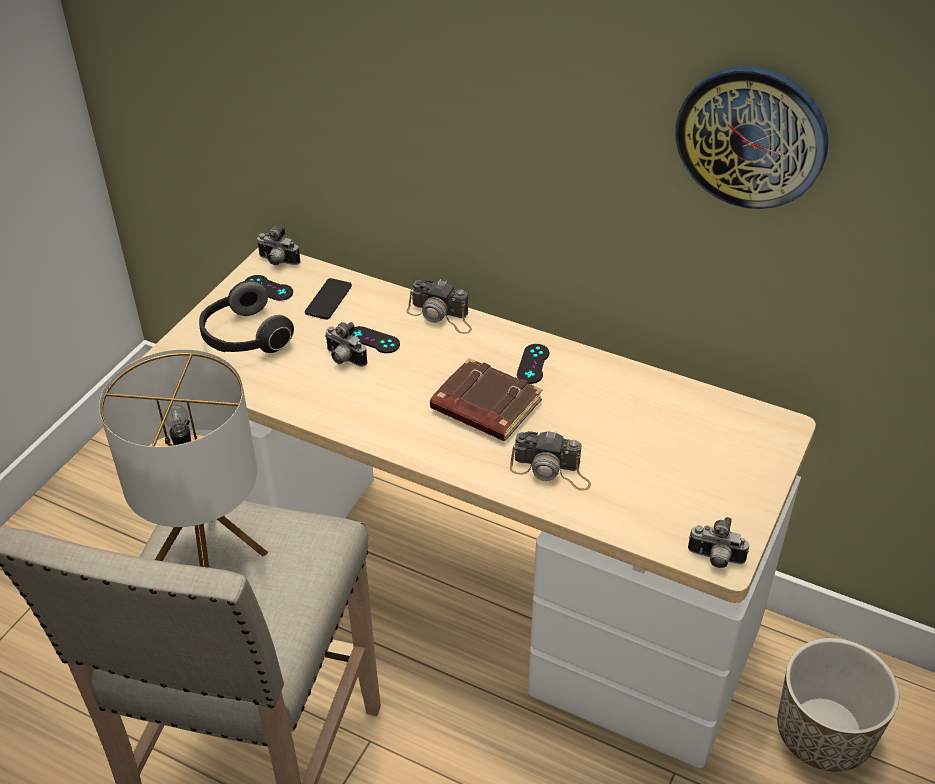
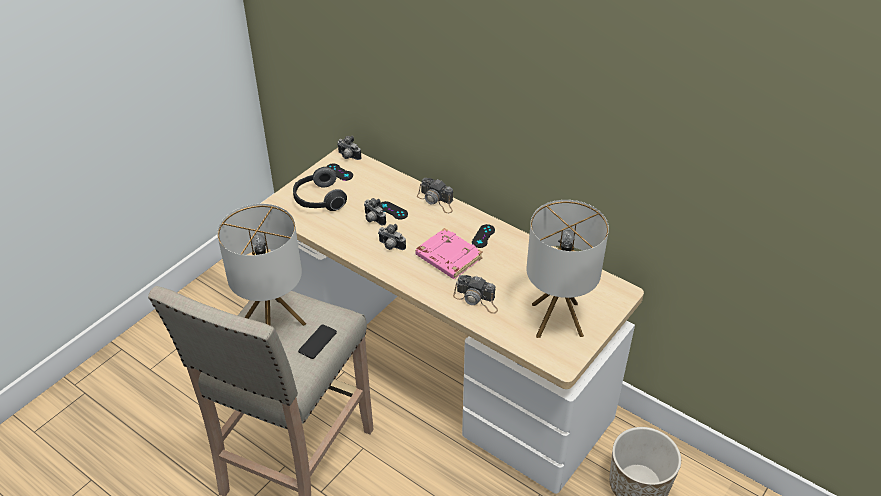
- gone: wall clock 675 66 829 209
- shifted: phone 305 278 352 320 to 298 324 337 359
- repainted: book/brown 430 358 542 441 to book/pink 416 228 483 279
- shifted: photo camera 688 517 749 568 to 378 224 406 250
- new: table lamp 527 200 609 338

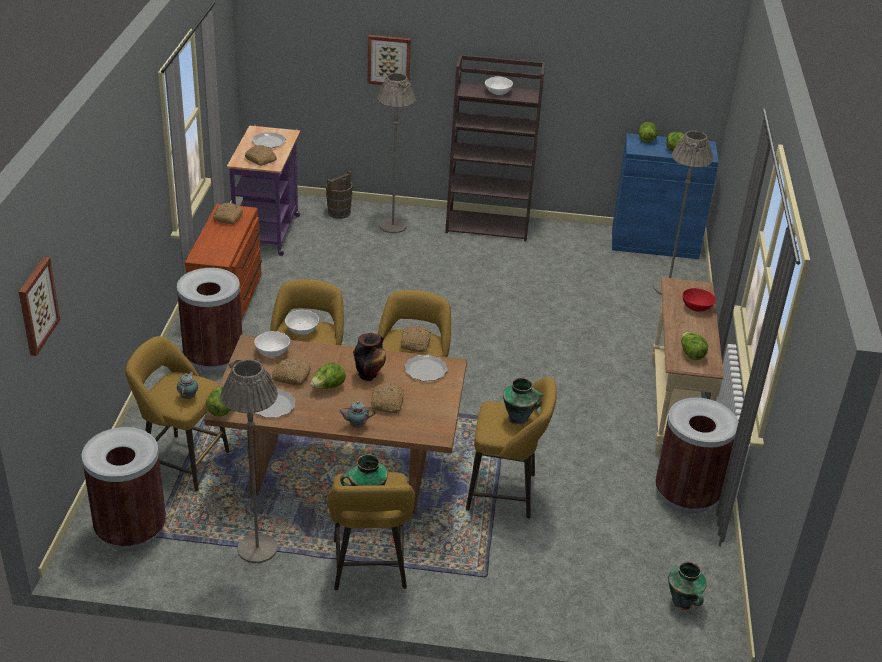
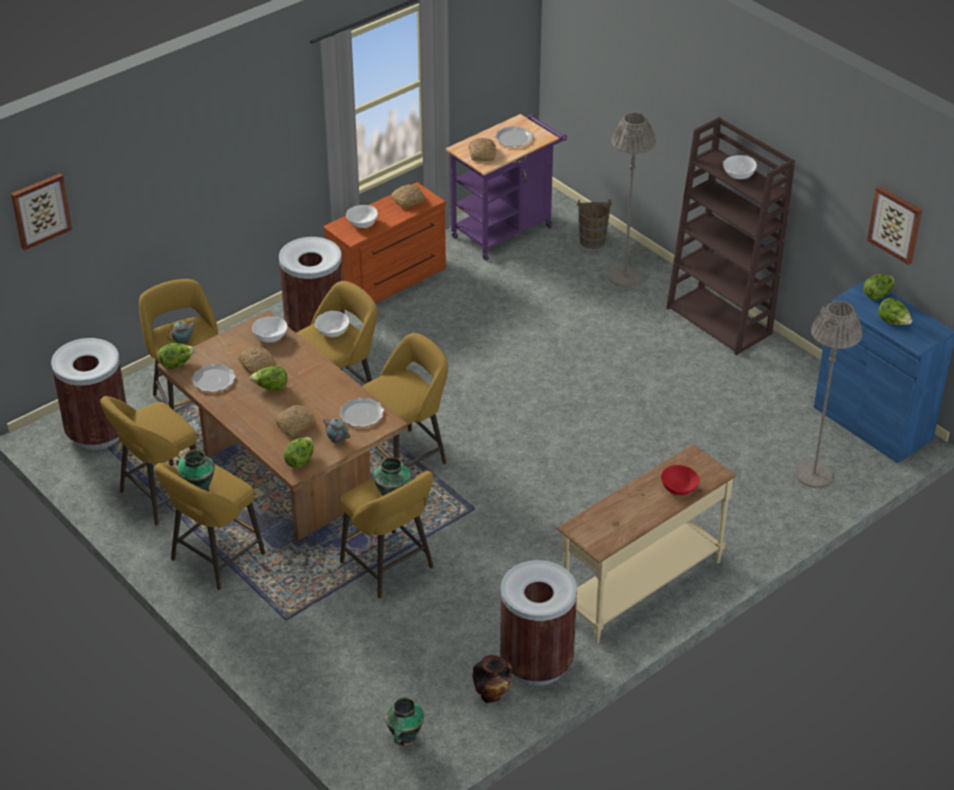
- shifted: picture 367 35 411 85 to 867 186 922 265
- gone: bread 401 325 431 352
- shifted: lettuce 681 332 708 360 to 283 437 313 468
- shifted: vase 353 333 386 381 to 472 655 512 703
- swapped: floor lamp/grey 221 359 278 563 to stool/yellow 100 396 197 526
- shifted: teapot 338 401 375 428 to 322 418 350 443
- new: bowl/white 346 205 378 228

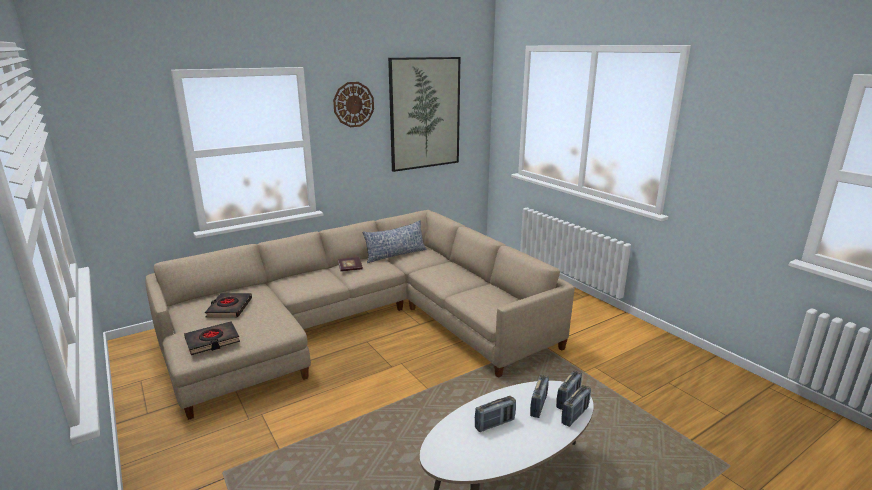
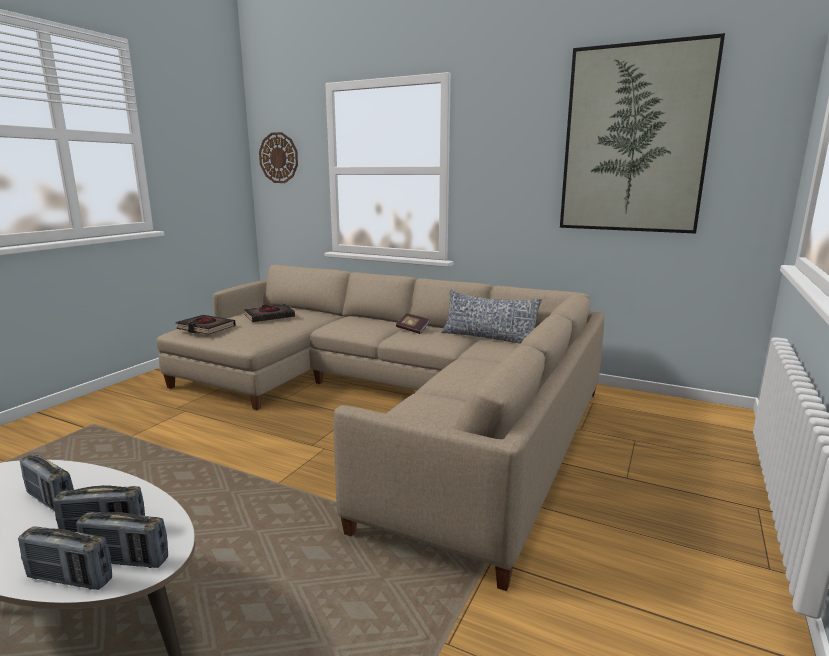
- shifted: wall clock 333 82 374 127 to 259 132 298 183

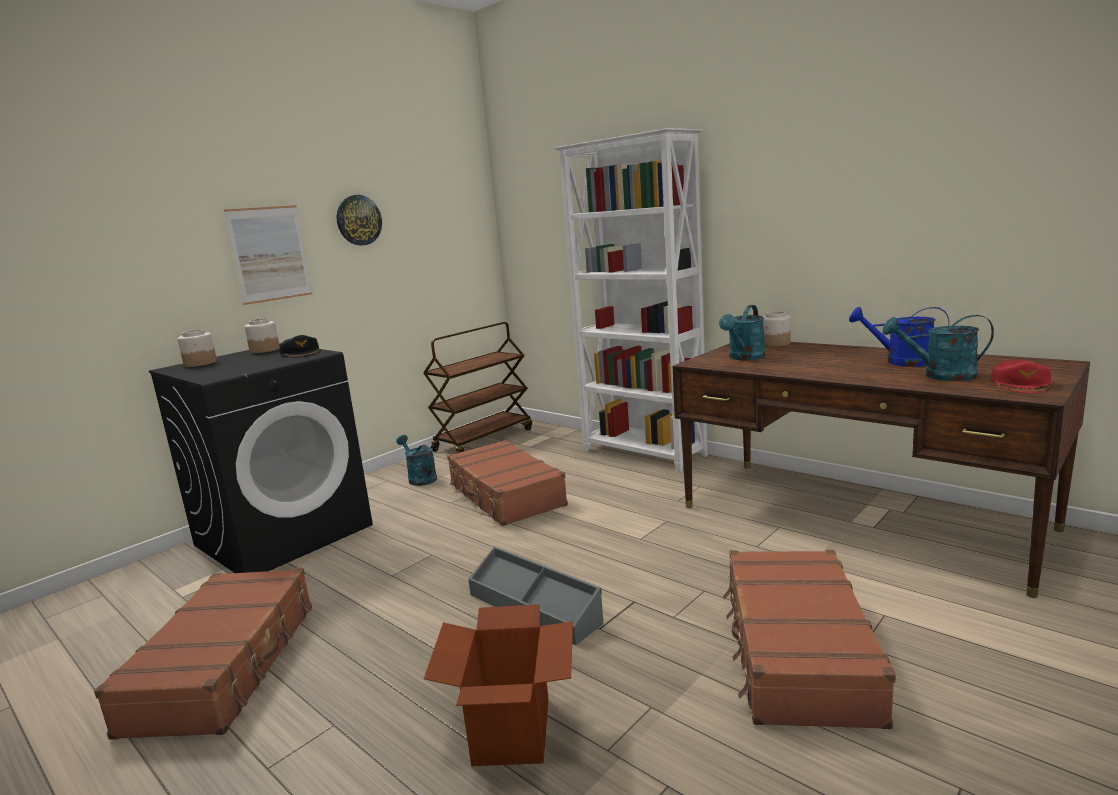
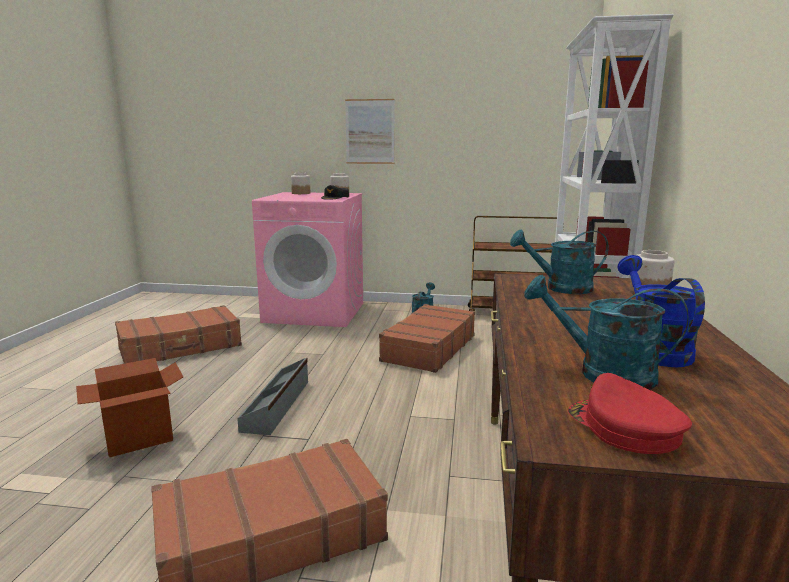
- gone: wall clock 337 195 382 246
- rotated: watering can/turquoise 883 315 994 381 = 524 275 688 390 45 degrees counterclockwise
- repainted: washing machine/black 149 344 373 573 to washing machine/pink 252 192 363 327
- rotated: cap/red 991 360 1052 393 = 568 373 692 454 75 degrees clockwise

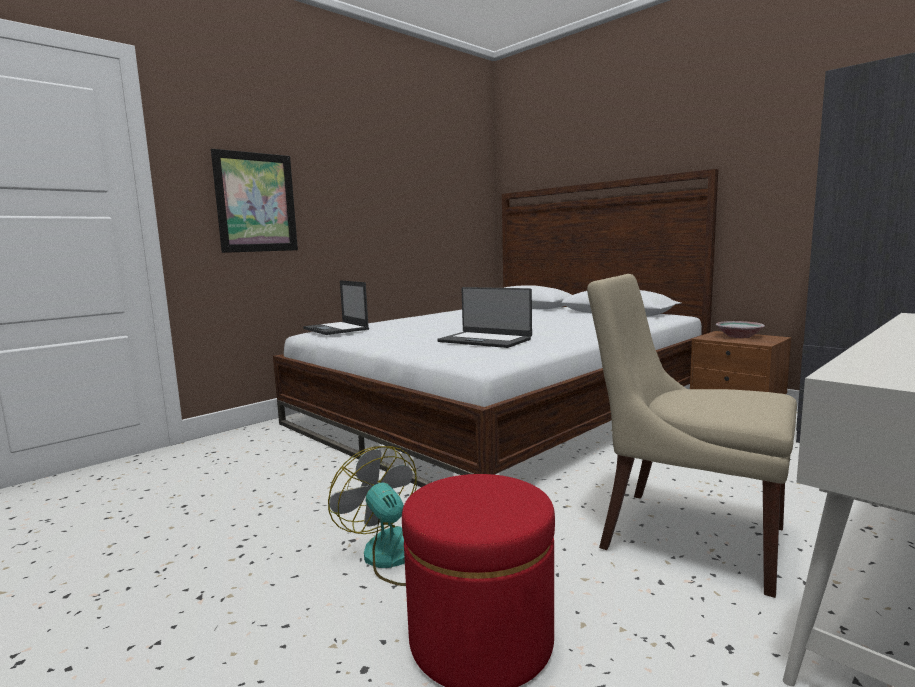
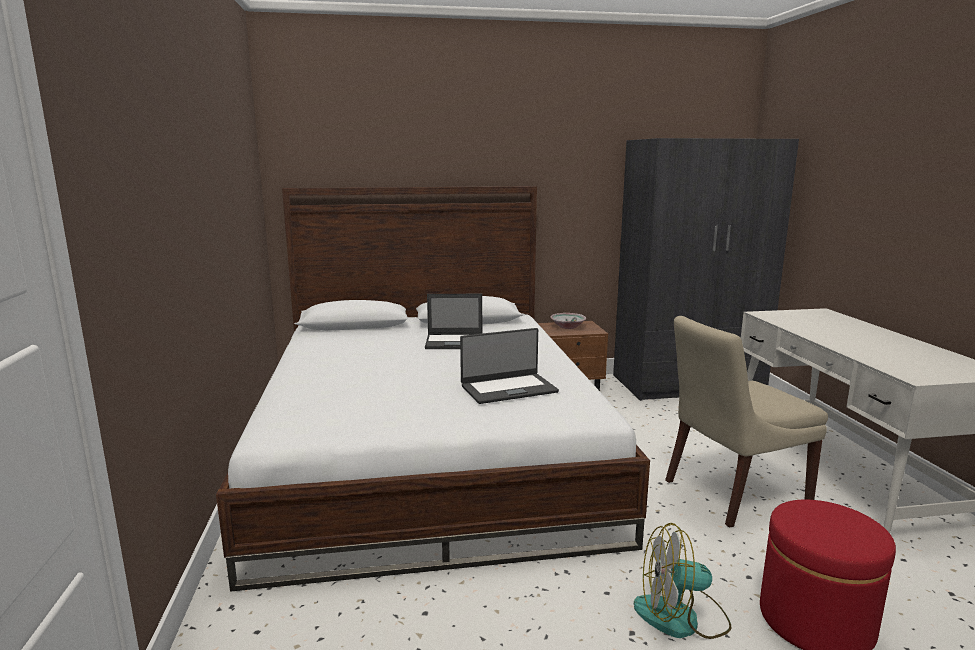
- gone: picture 211 149 298 253
- shifted: laptop 303 280 369 335 to 425 294 482 349

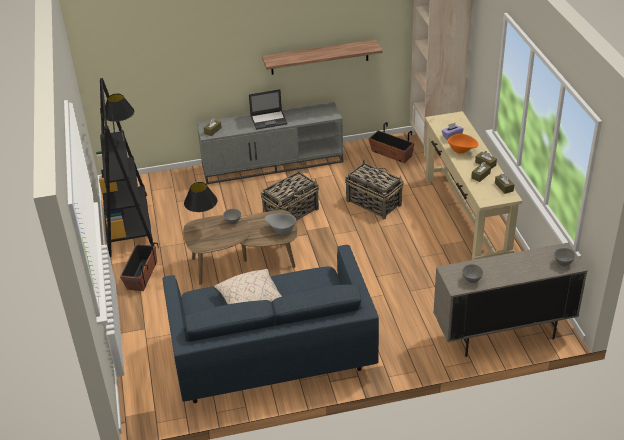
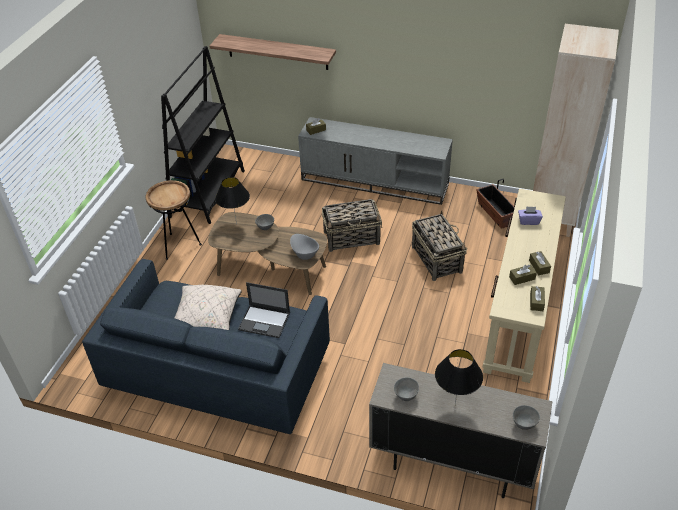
- shifted: shelf 262 40 383 75 to 210 34 336 70
- shifted: laptop 249 89 288 130 to 238 282 290 338
- shifted: table lamp/black 102 94 134 140 to 435 349 483 405
- gone: bowl/orange 448 134 479 154
- swapped: planter 120 242 159 291 to side table/brown 146 180 202 260

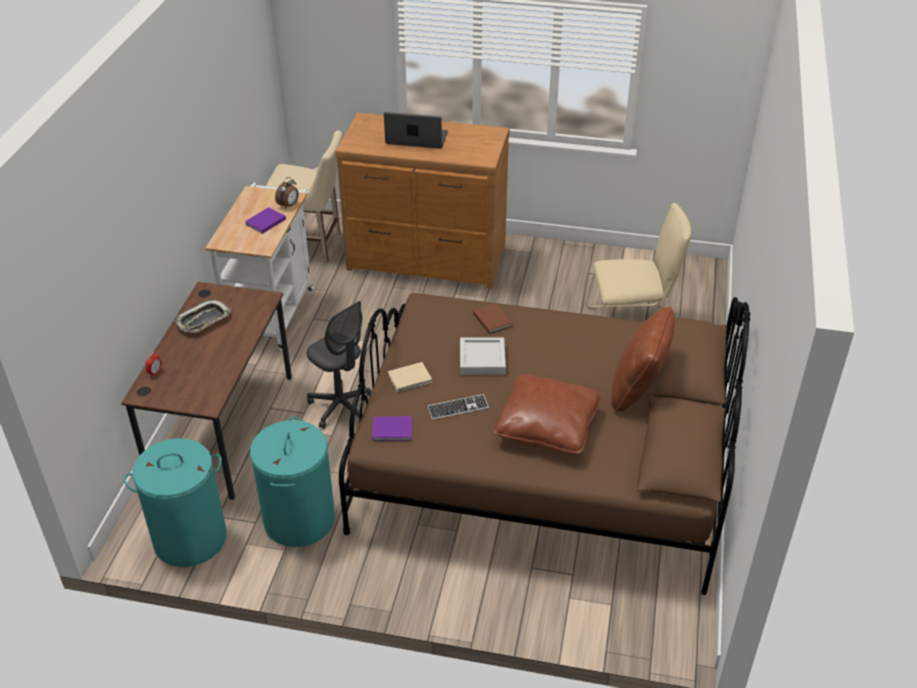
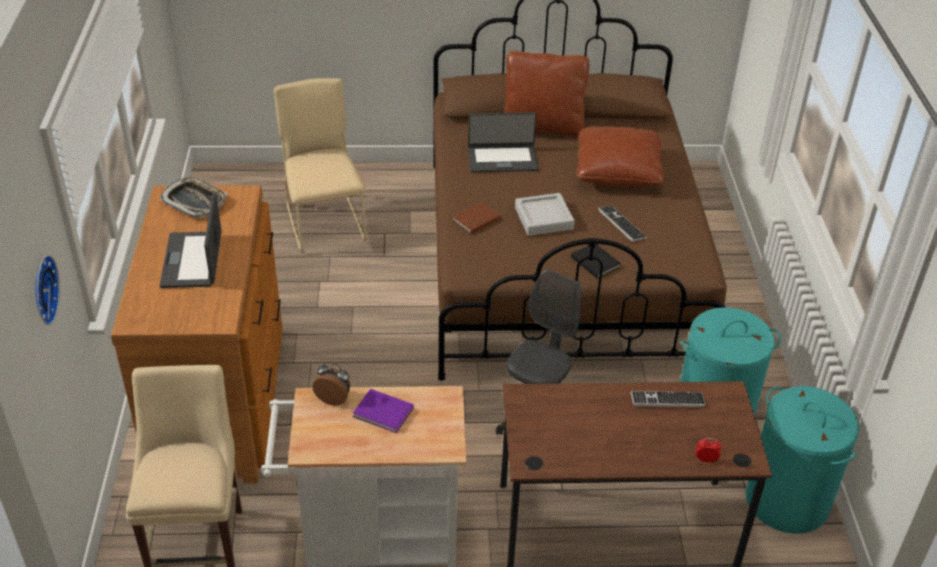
- shifted: tray 174 300 231 333 to 159 177 227 218
- repainted: book/beige 388 362 432 392 to book/black 571 244 621 279
- gone: book/purple 372 416 412 441
- new: laptop 468 112 539 172
- new: wall clock 35 255 60 325
- new: keyboard 631 391 706 407

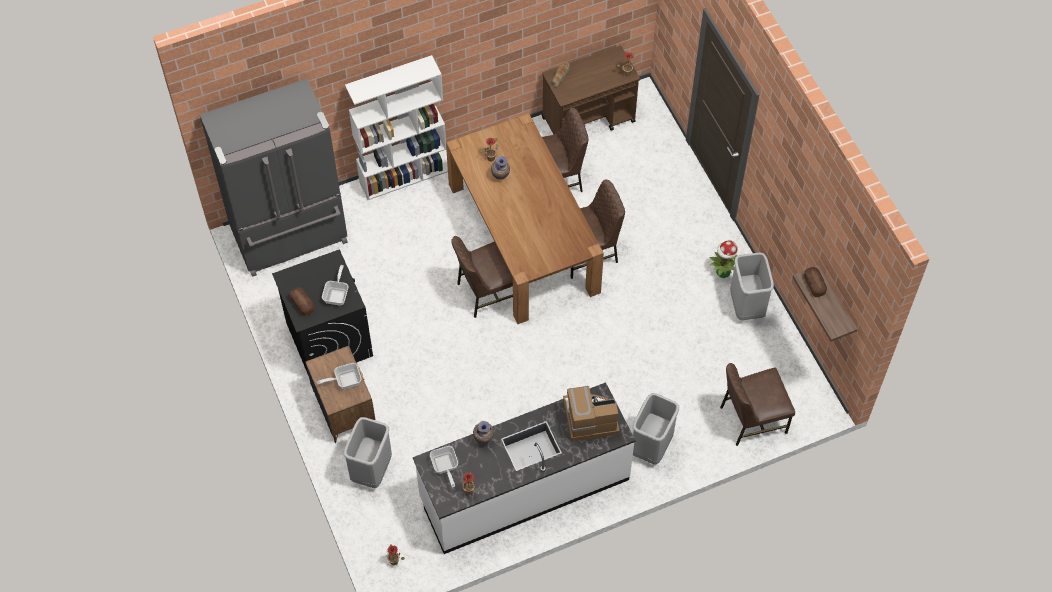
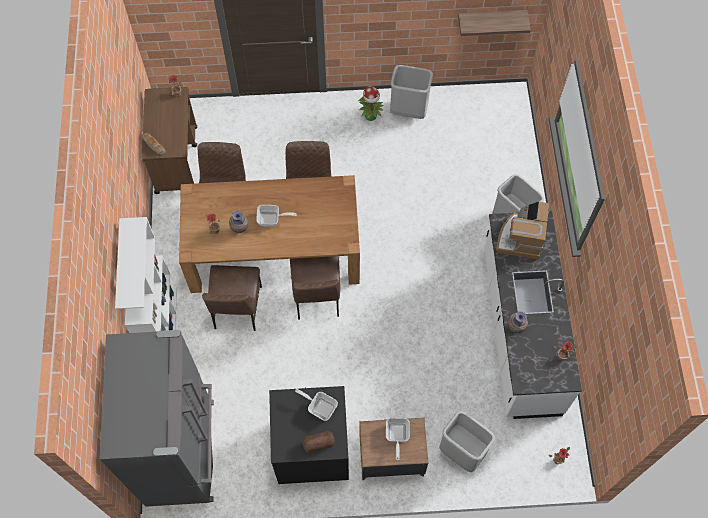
- gone: bread 804 267 827 297
- shifted: chair/brown 720 363 795 446 to 202 265 262 331
- shifted: frying pan 430 446 458 487 to 256 205 297 226

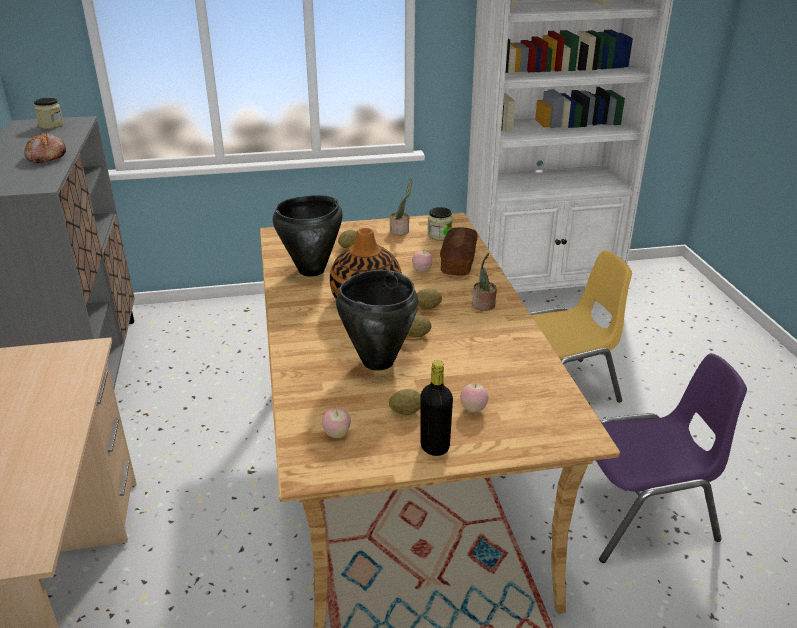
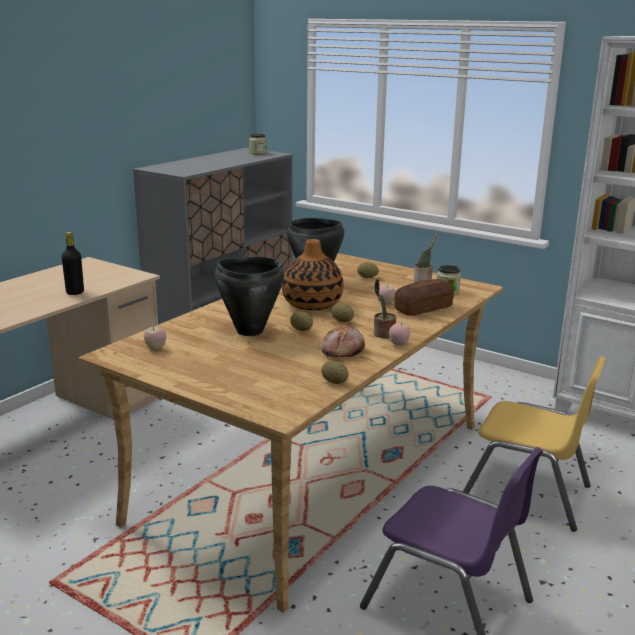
- shifted: bread 24 132 66 163 to 322 325 365 357
- shifted: bottle/black 421 360 453 456 to 62 232 84 295
- shifted: apple 460 383 488 412 to 389 322 410 346
- shifted: potato 389 389 421 415 to 321 360 349 384

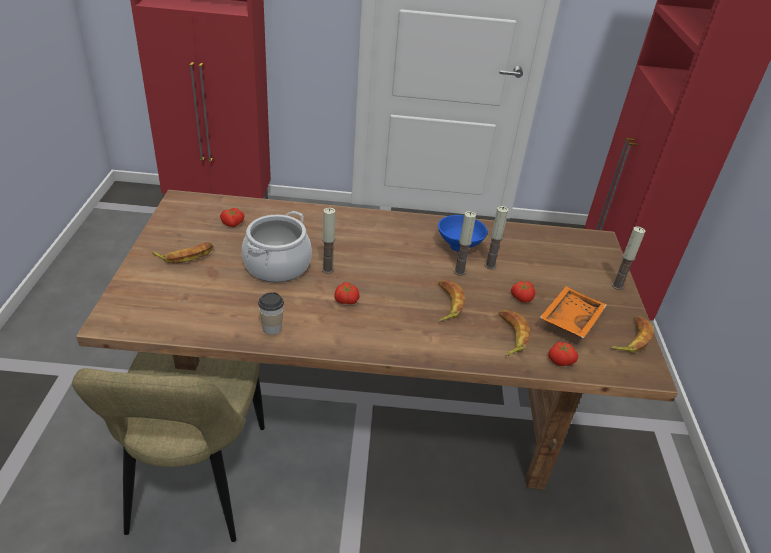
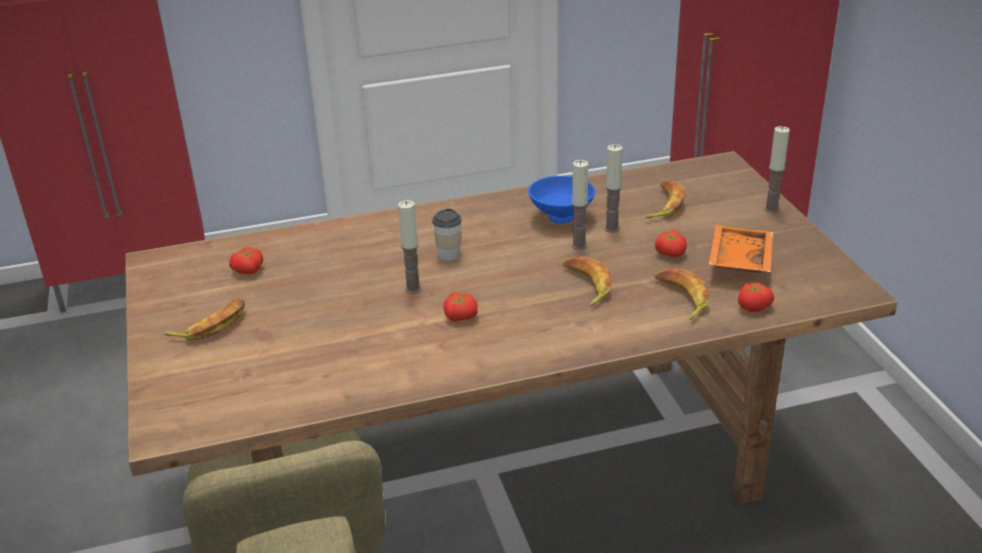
- gone: cooking pot 242 211 312 282
- shifted: cup 258 292 284 335 to 432 209 462 261
- shifted: banana 611 316 654 353 to 645 180 685 218

